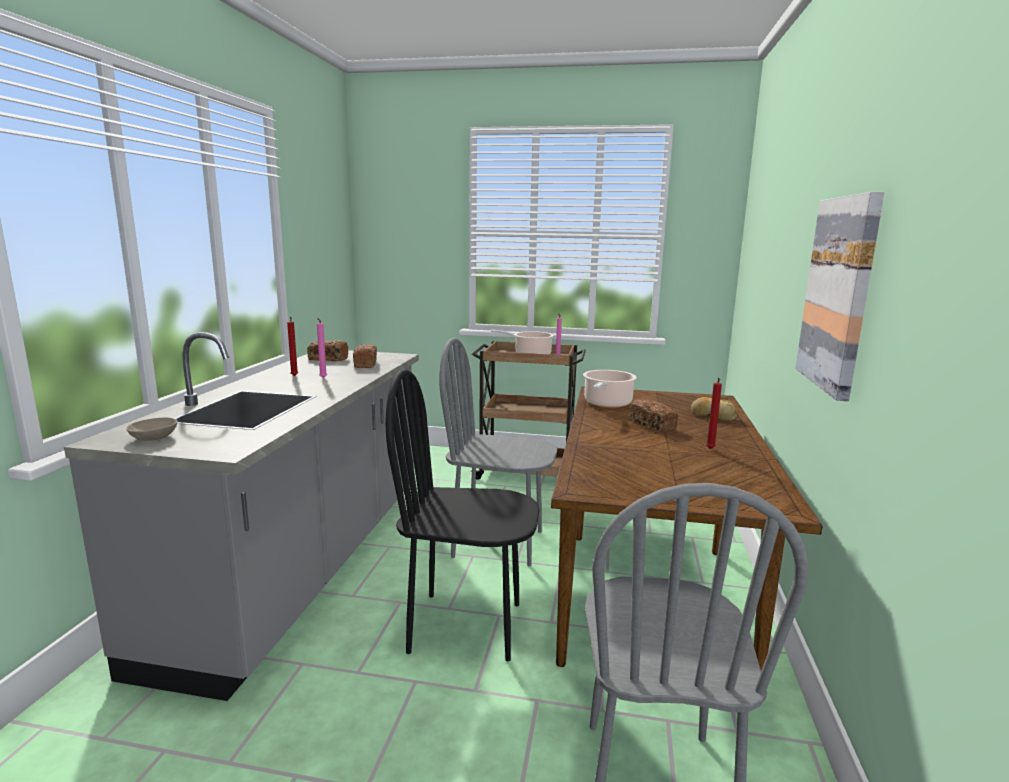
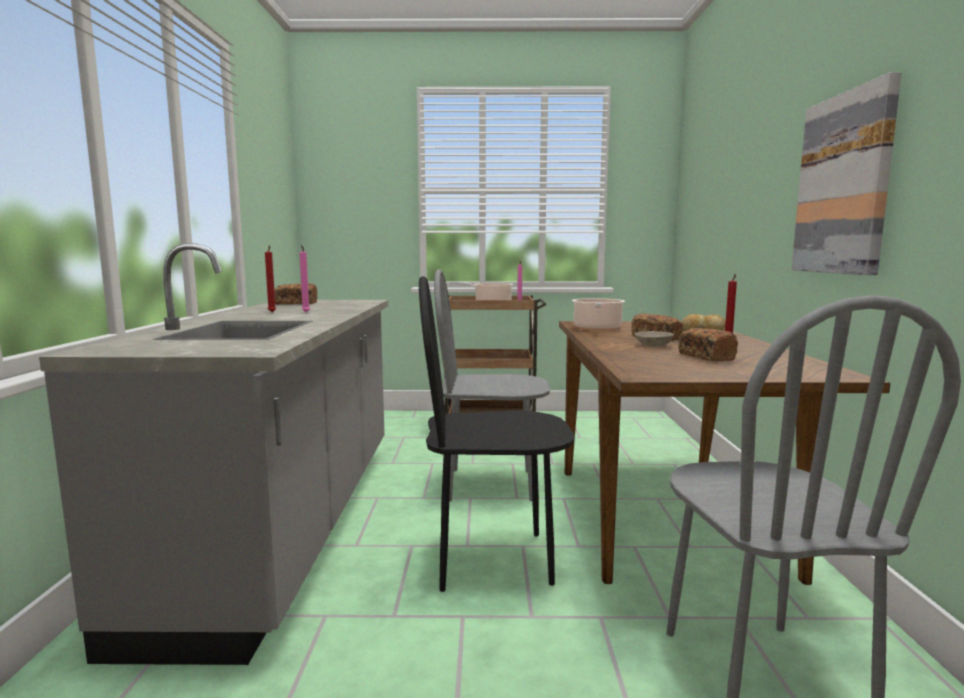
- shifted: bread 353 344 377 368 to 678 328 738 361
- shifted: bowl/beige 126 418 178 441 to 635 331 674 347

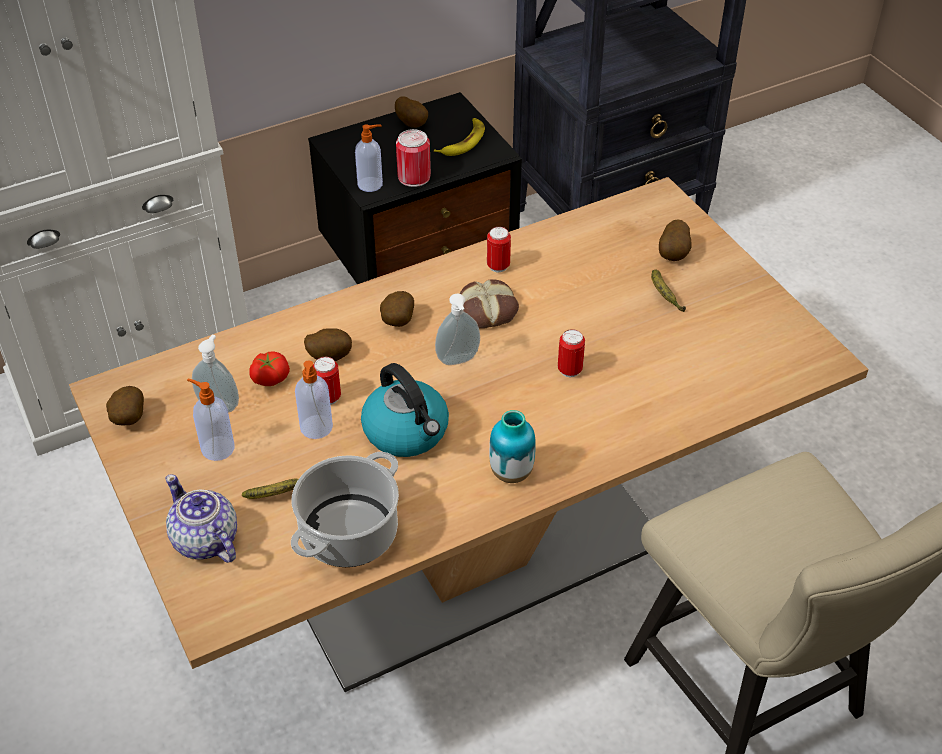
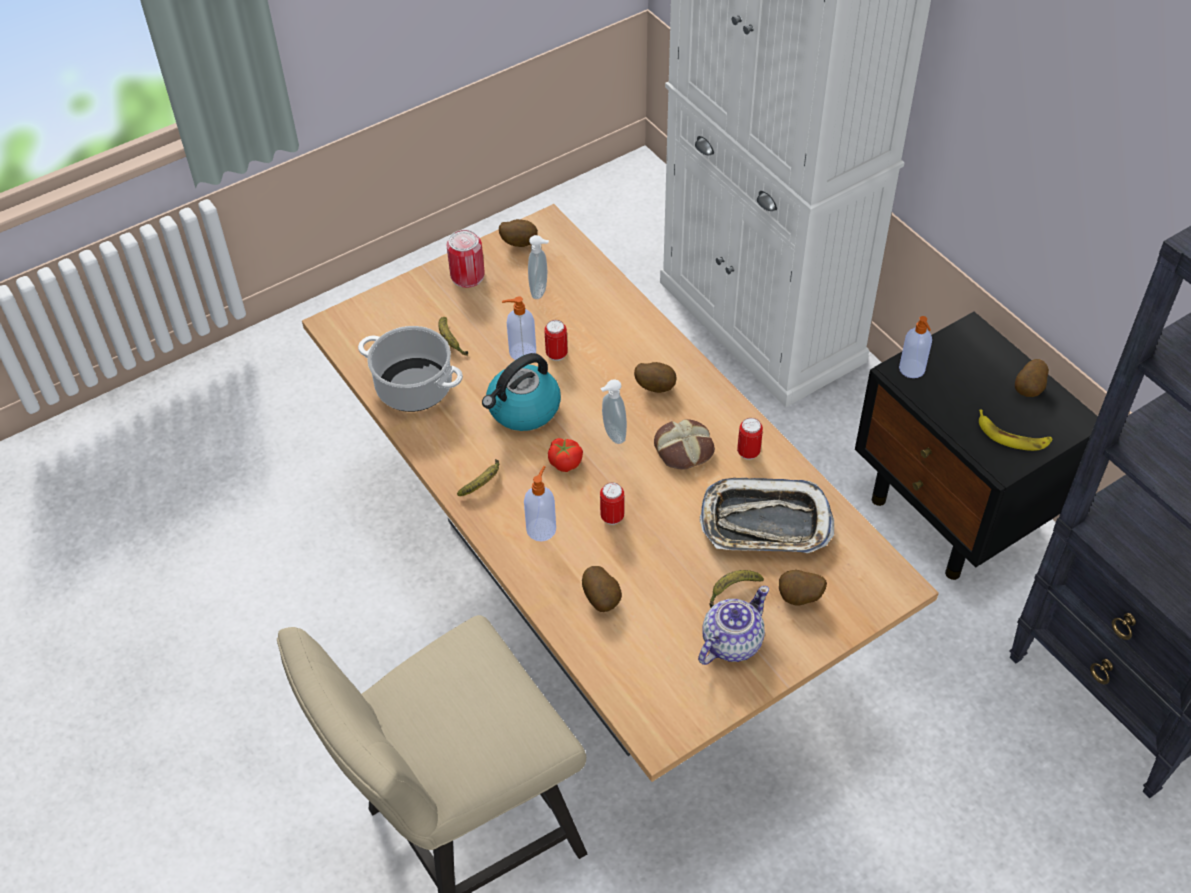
- shifted: can 396 129 431 187 to 447 230 485 288
- shifted: potato 304 328 352 361 to 582 566 622 612
- shifted: tomato 250 351 290 386 to 548 438 583 472
- shifted: soap dispenser 187 379 234 461 to 524 466 556 542
- swapped: vase 489 410 536 483 to banana 457 459 499 496
- shifted: teapot 166 474 237 563 to 698 586 769 665
- new: tray 700 478 834 553

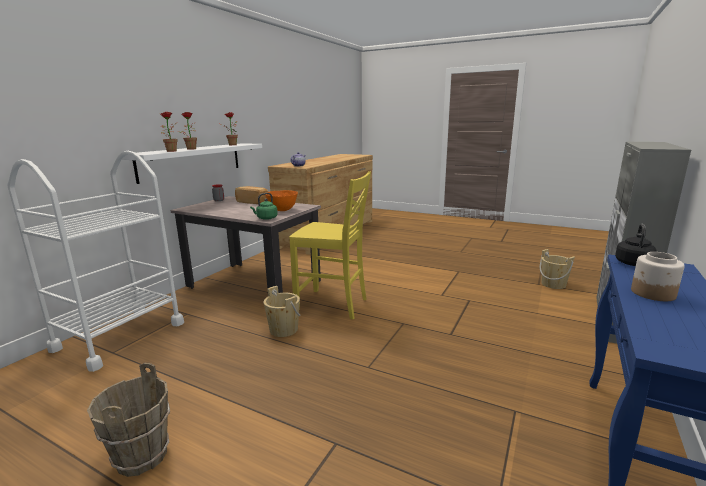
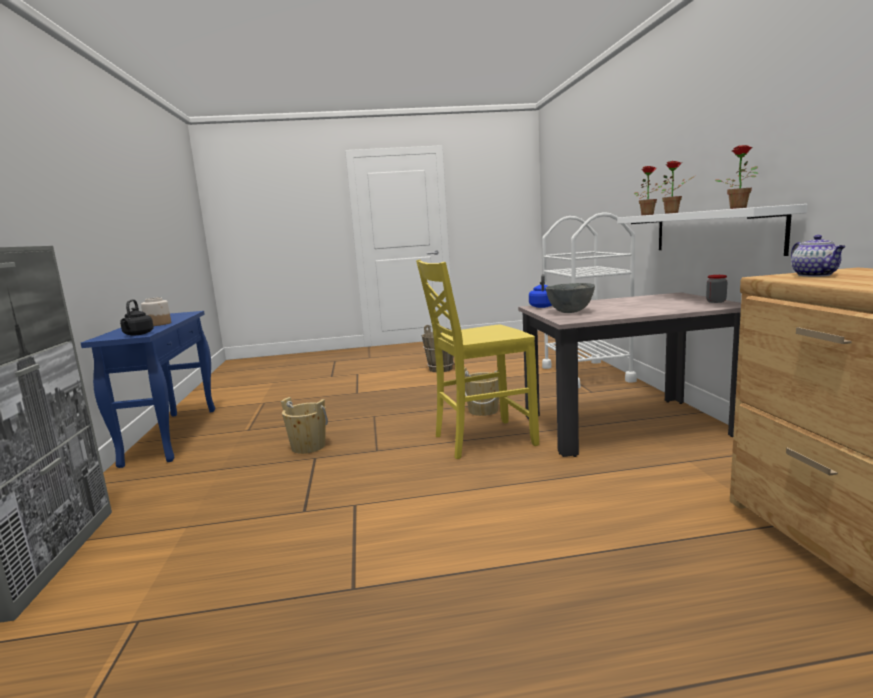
- gone: bread 235 186 268 204
- repainted: bowl/orange 265 190 298 211 to bowl/grey 546 283 595 313
- repainted: kettle/green 250 193 278 220 to kettle/blue 529 274 552 308
- shifted: bucket/beige 540 249 575 289 to 281 397 328 454

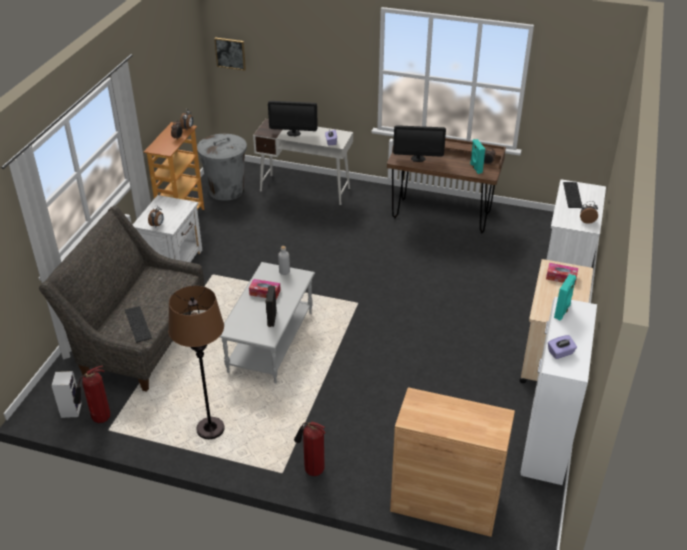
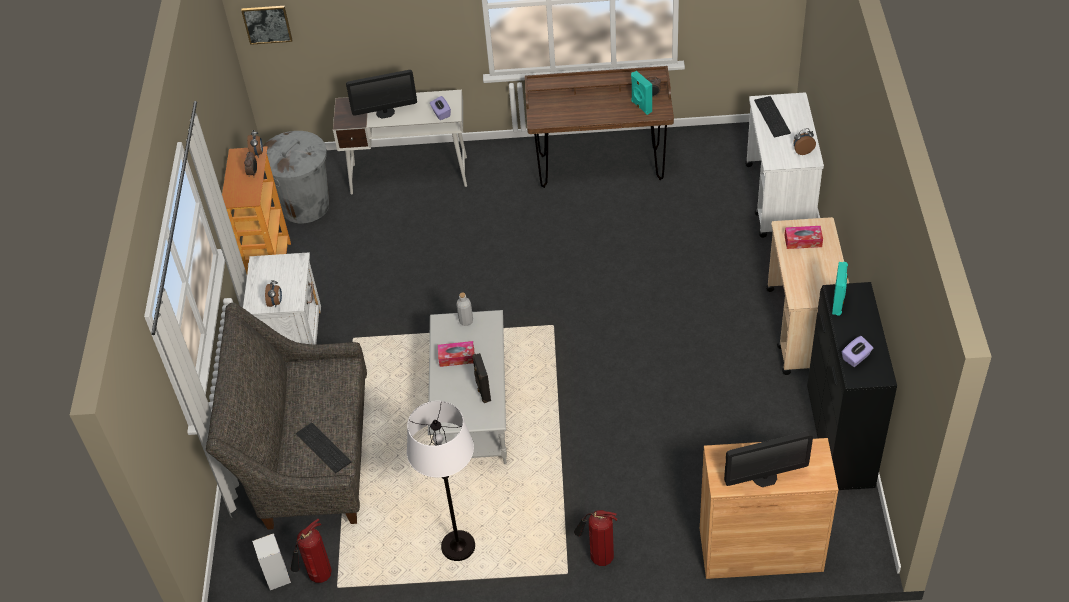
- shifted: monitor 393 125 446 162 to 724 431 813 487
- repainted: floor lamp/brown 168 285 225 439 to floor lamp/white 407 401 475 561
- repainted: cabinet/white 521 297 597 485 to cabinet/black 807 282 897 490

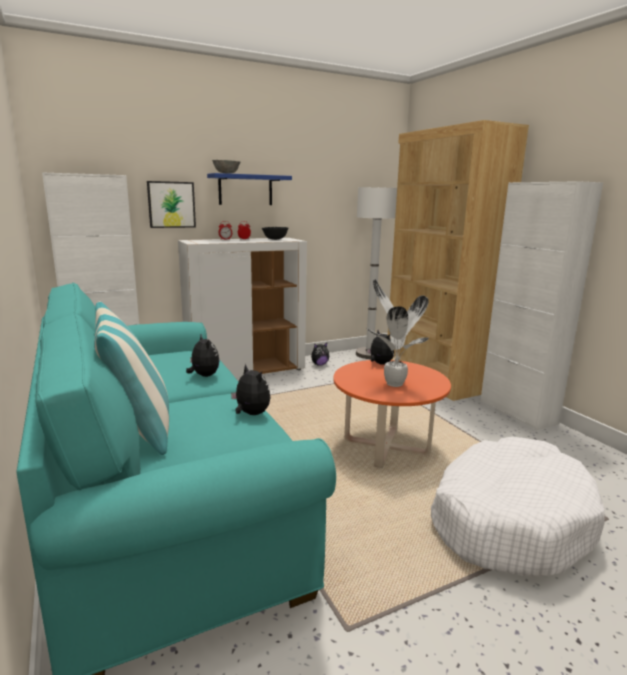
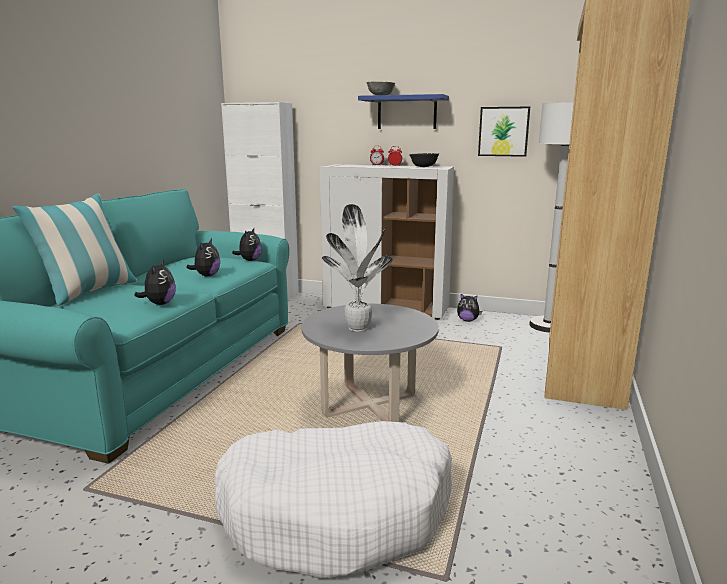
- shifted: picture 147 181 196 228 to 478 107 530 157
- gone: cabinet/white 480 181 603 431
- shifted: plush toy 367 330 394 365 to 232 228 262 261
- repainted: coffee table/orange 333 360 451 468 to coffee table/grey 302 304 439 422

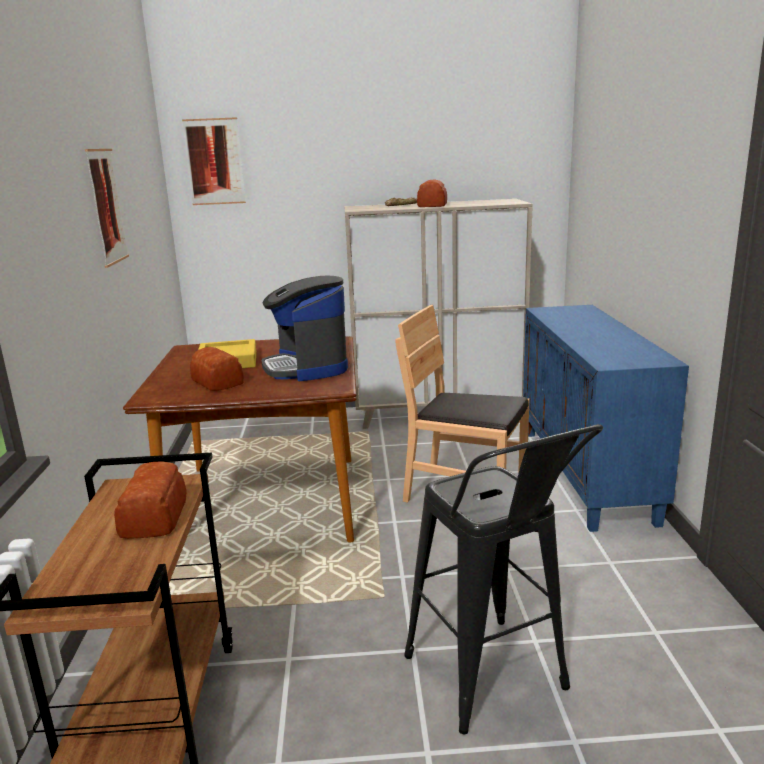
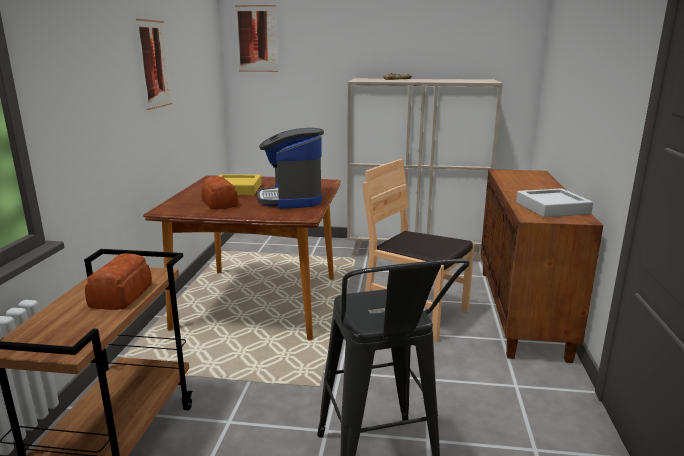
- gone: bread 417 180 447 207
- repainted: cabinet/blue 523 305 689 532 to cabinet/brown 480 169 603 363
- new: tray/grey 516 188 593 217

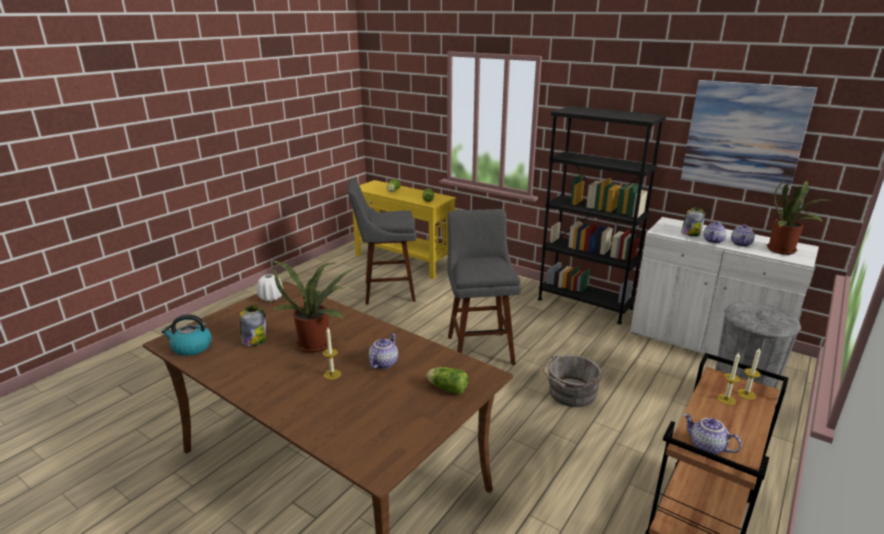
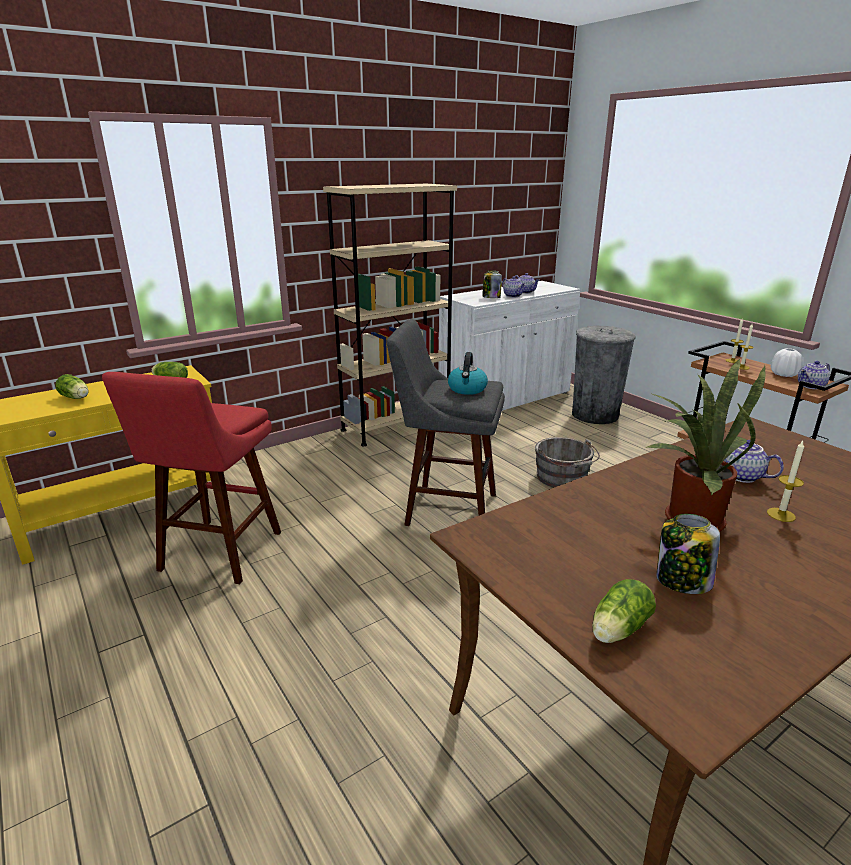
- gone: picture 681 80 818 196
- repainted: bookcase/black 538 106 666 324 to bookcase/beige 323 184 457 446
- repainted: stool/grey 348 178 416 305 to stool/red 102 372 281 584
- gone: potted plant 767 181 832 255
- shifted: vase/white 257 274 283 301 to 771 348 803 377
- shifted: kettle 161 314 212 356 to 448 352 488 395
- shifted: lettuce 427 367 468 394 to 592 579 656 643

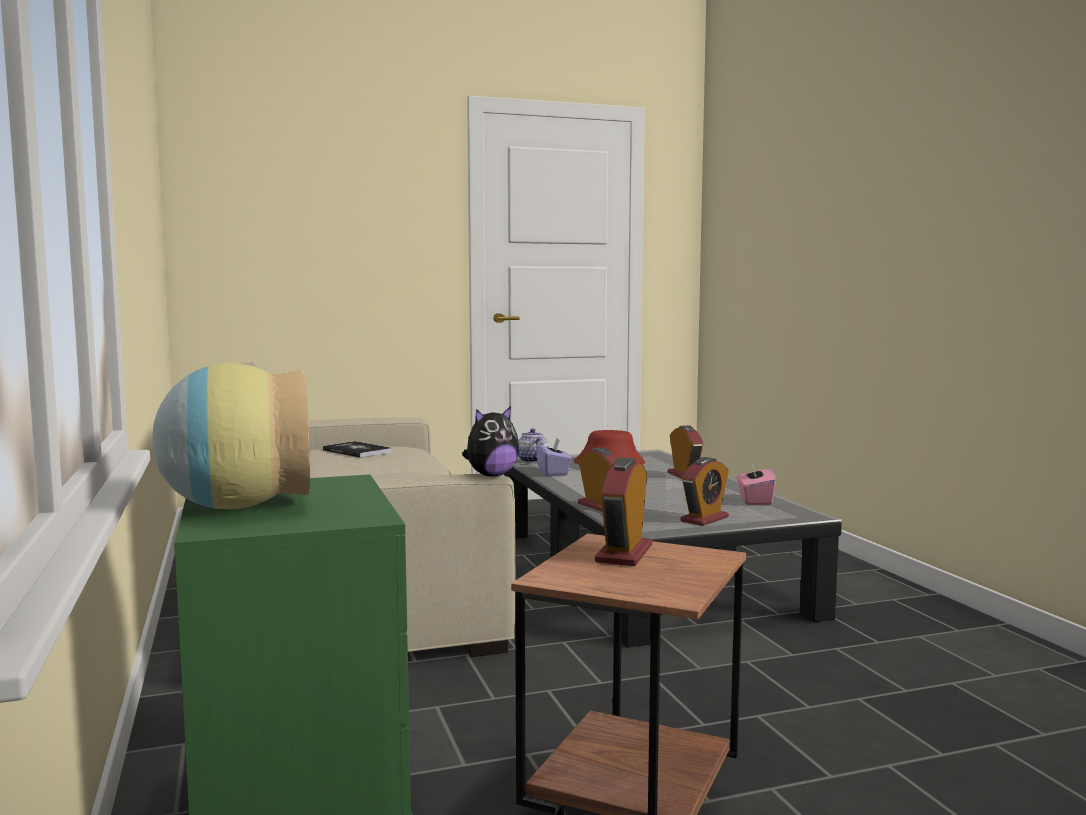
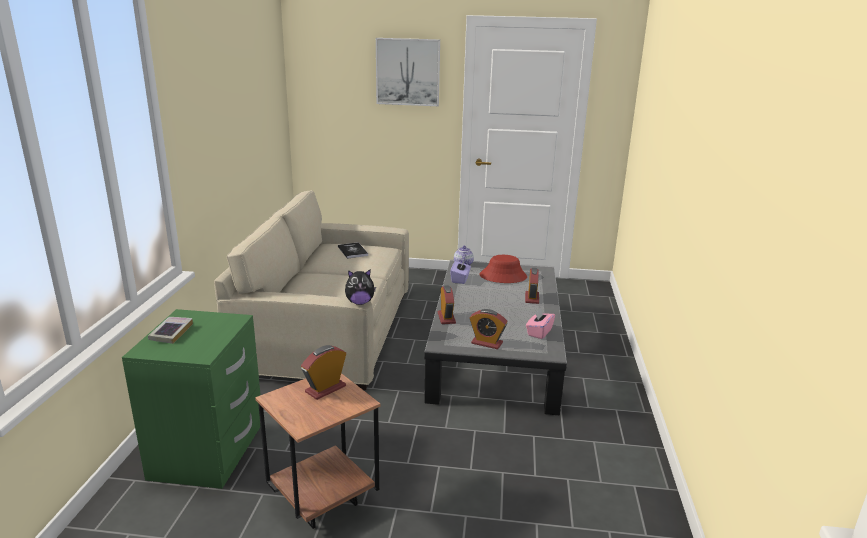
- swapped: vase 153 363 310 509 to book 148 317 193 344
- rotated: alarm clock 680 457 729 526 = 470 309 507 349 45 degrees clockwise
- new: picture 376 38 440 106

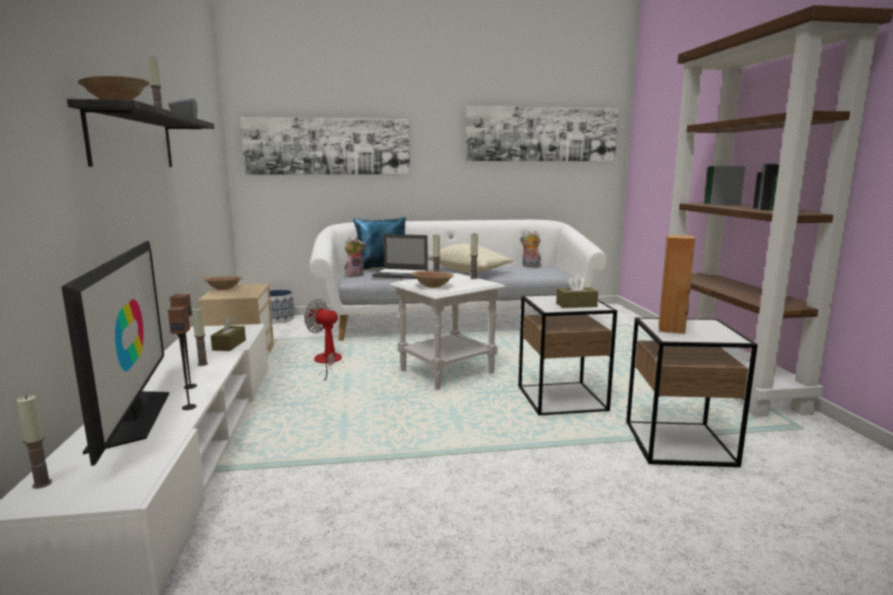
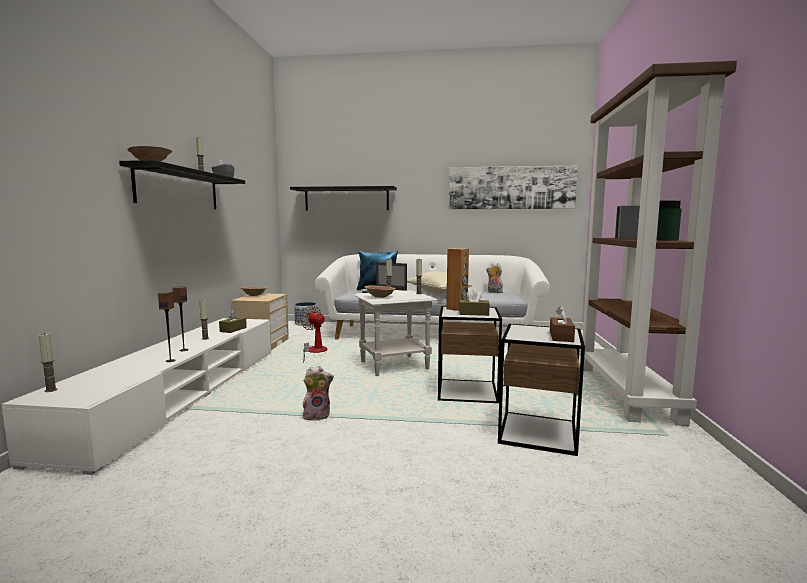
- swapped: picture 240 117 410 175 to shelf/black 290 186 397 211
- shifted: speaker/brown 658 235 695 334 to 446 248 469 311
- shifted: plush toy 344 236 366 277 to 303 366 334 421
- gone: television 61 241 169 466
- new: tissue box/brown 550 306 575 342

